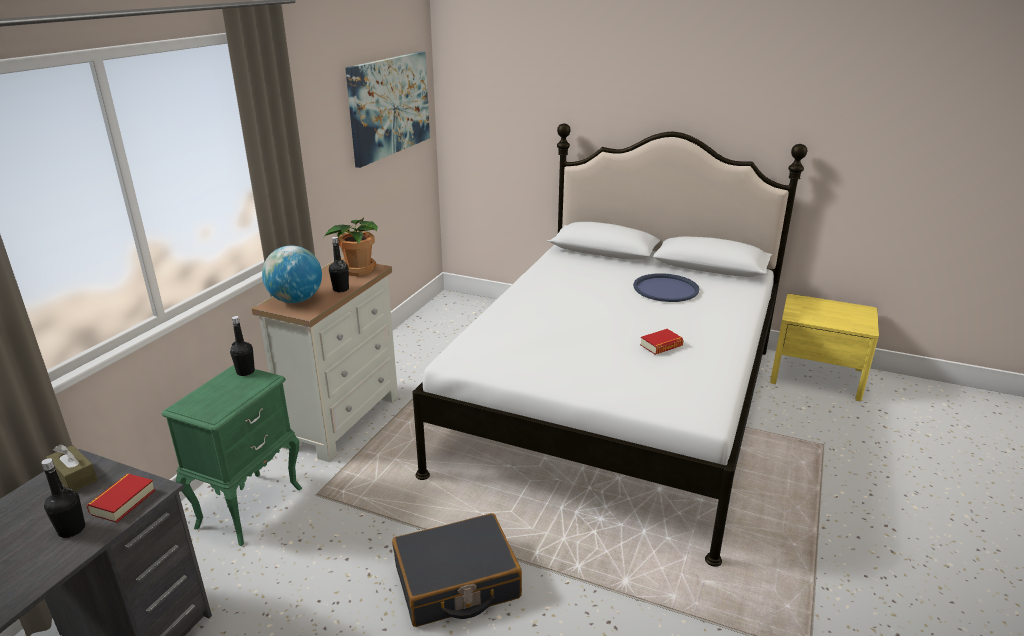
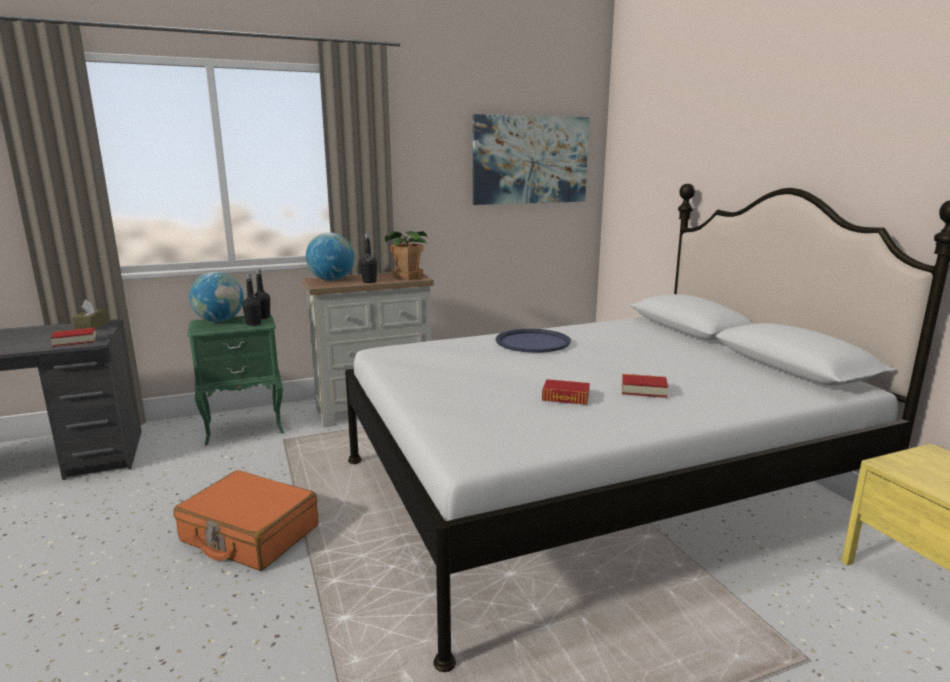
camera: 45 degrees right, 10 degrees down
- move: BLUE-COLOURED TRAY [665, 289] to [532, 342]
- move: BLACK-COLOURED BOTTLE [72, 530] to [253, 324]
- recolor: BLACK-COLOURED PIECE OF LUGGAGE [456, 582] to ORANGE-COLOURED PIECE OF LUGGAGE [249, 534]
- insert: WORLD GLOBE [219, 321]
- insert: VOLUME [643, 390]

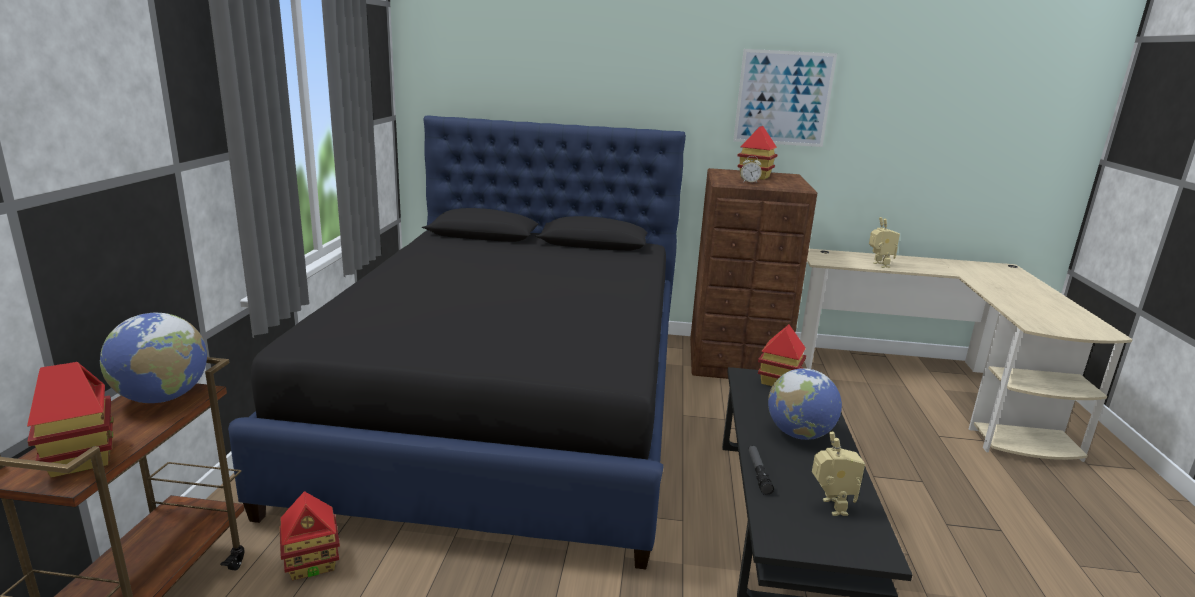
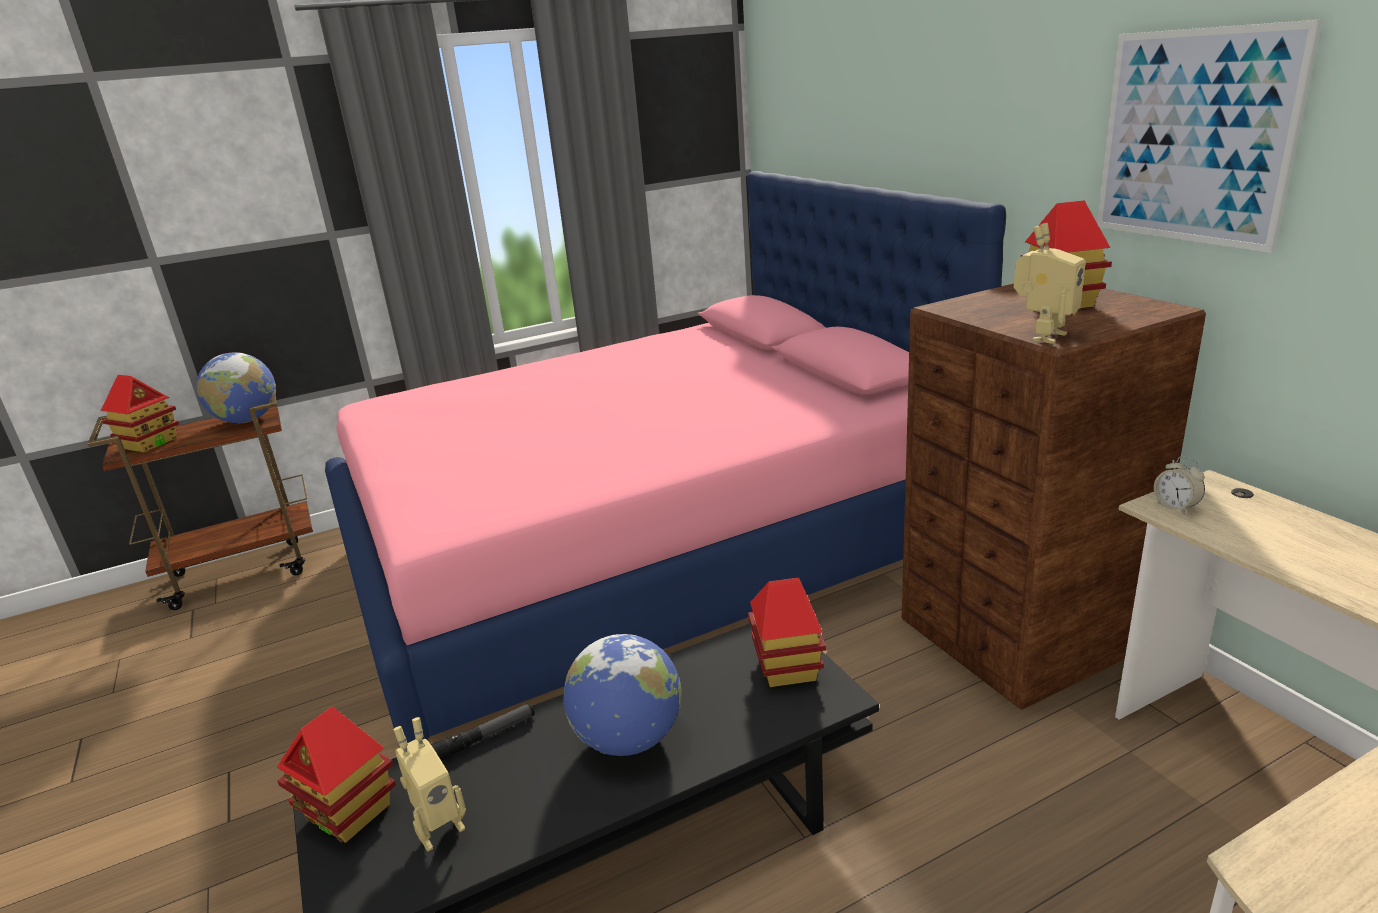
camera: 60 degrees right, 5 degrees up
- recolor: BLACK-COLOURED SLEEPING BED [510, 405] to PINKISH SLEEPING BED [648, 549]
- move: TABLE CLOCK [749, 182] to [1175, 507]
- move: TOY ROBOT [878, 265] to [1042, 336]
- move: TOY HOUSE [312, 564] to [349, 812]

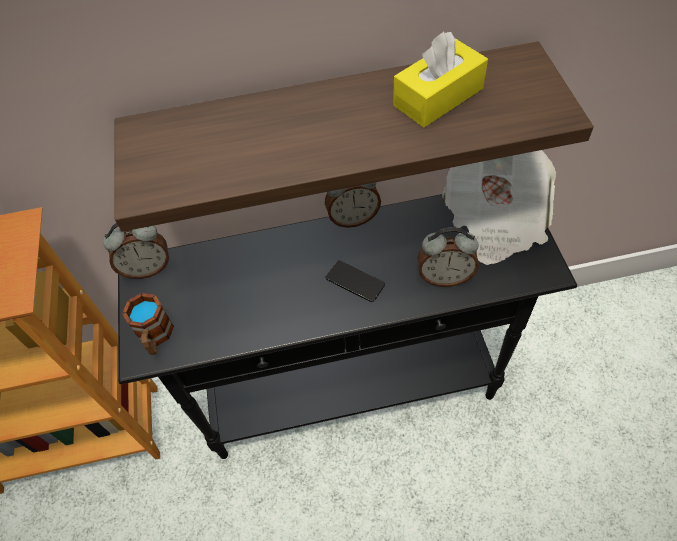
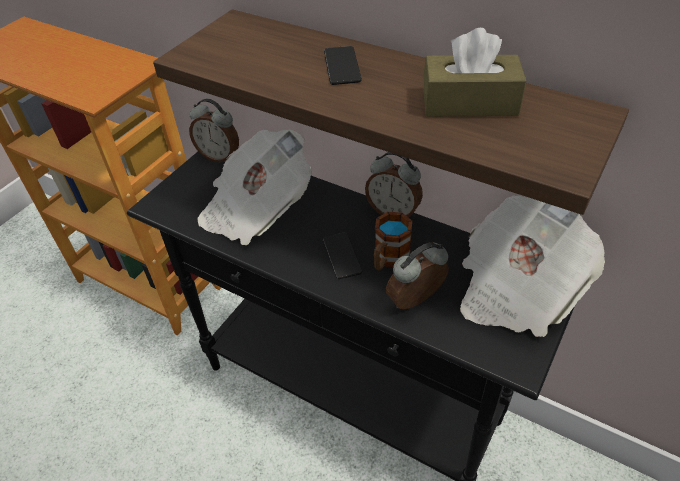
camera: 40 degrees right, 10 degrees down
- recolor: YELLOWISH TISSUE BOX [438, 97] to BROWN-COLOURED TISSUE BOX [469, 103]
- rotate: TABLE CLOCK [444, 277] = [416, 302] 105 degrees clockwise
- move: TEA MUG [155, 337] to [388, 259]
- insert: TELEPHONE [342, 66]
- insert: NEWSPAPER [256, 209]

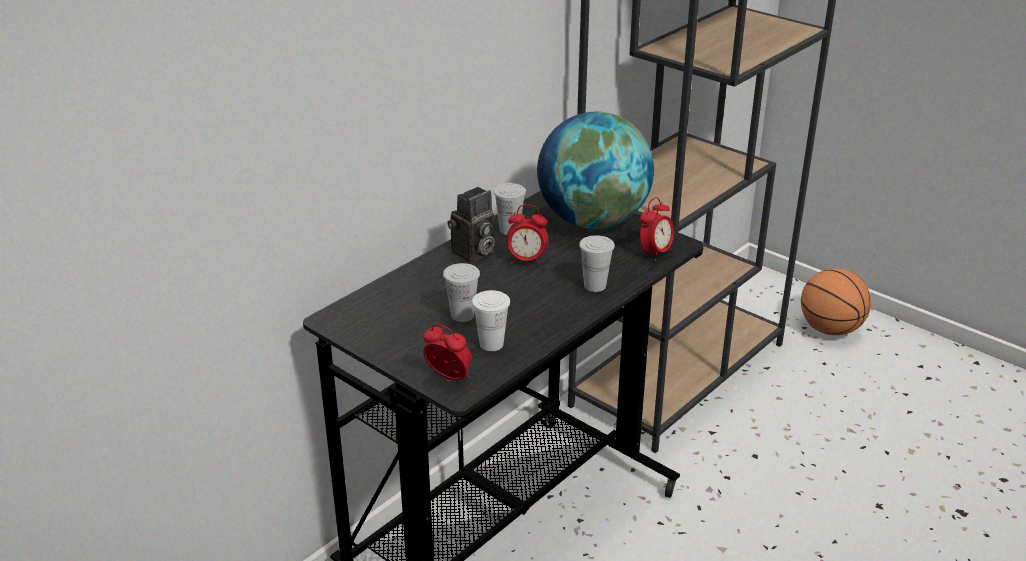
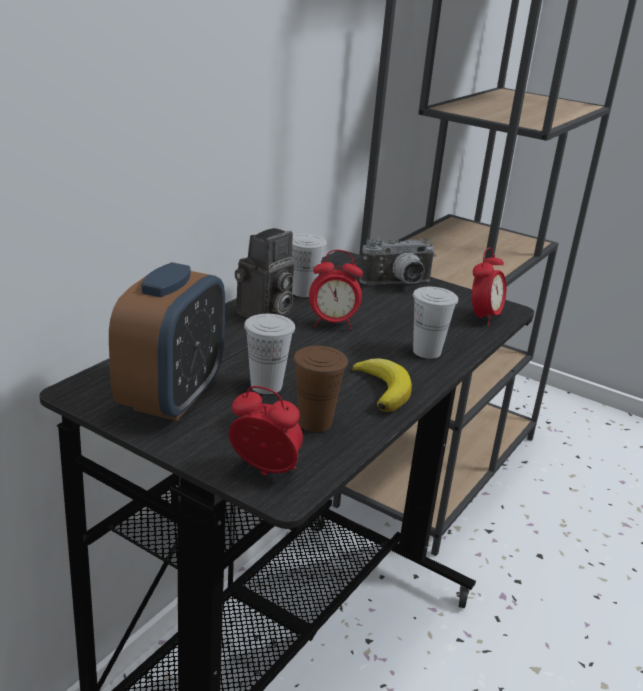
camera: 10 degrees left, 5 degrees down
- replace: WORLD GLOBE [593, 221] to STILL CAMERA [398, 285]
- delete: BASKETBALL [830, 329]
- recolor: WHITE-COLOURED CUP [491, 344] to BROWN-COLOURED CUP [315, 423]
- insert: TABLE CLOCK [171, 398]
- insert: BANANA [383, 389]

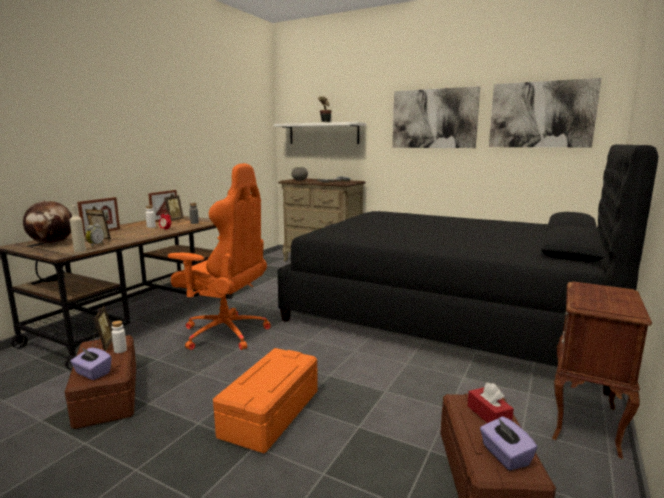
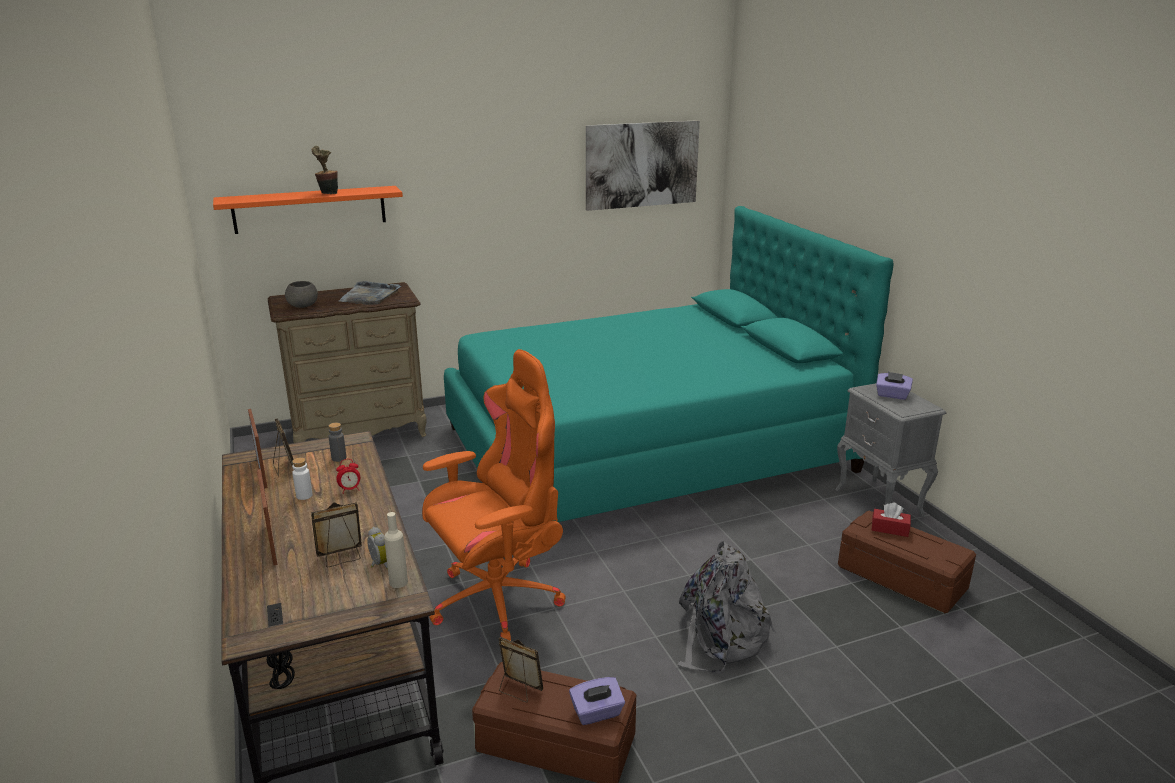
camera: 50 degrees left, 10 degrees up
- delete: WALL PICTURE [434, 118]
- recolor: WHITE-COLOURED SHELF [323, 133] to ORANGE-COLOURED SHELF [310, 209]
- recolor: BLACK-COLOURED SLEEPING BED [447, 313] to TURQUOISE SLEEPING BED [646, 448]
- delete: WORLD GLOBE [52, 243]
- recolor: BROWN-COLOURED BEDSIDE TABLE [585, 423] to GRAY BEDSIDE TABLE [879, 503]
- delete: WHITE-COLOURED BOTTLE [120, 350]
- replace: ORANGE-COLOURED STORAGE BIN [270, 413] to GRAY RUCKSACK [720, 638]
- move: PURPLE TISSUE BOX [505, 455] to [892, 395]

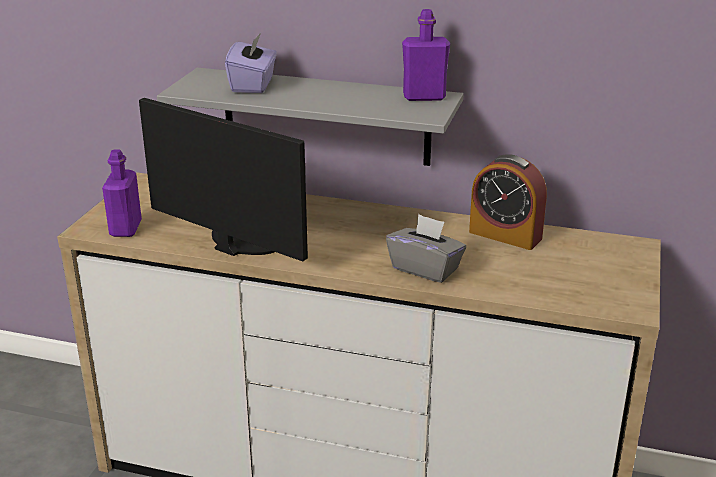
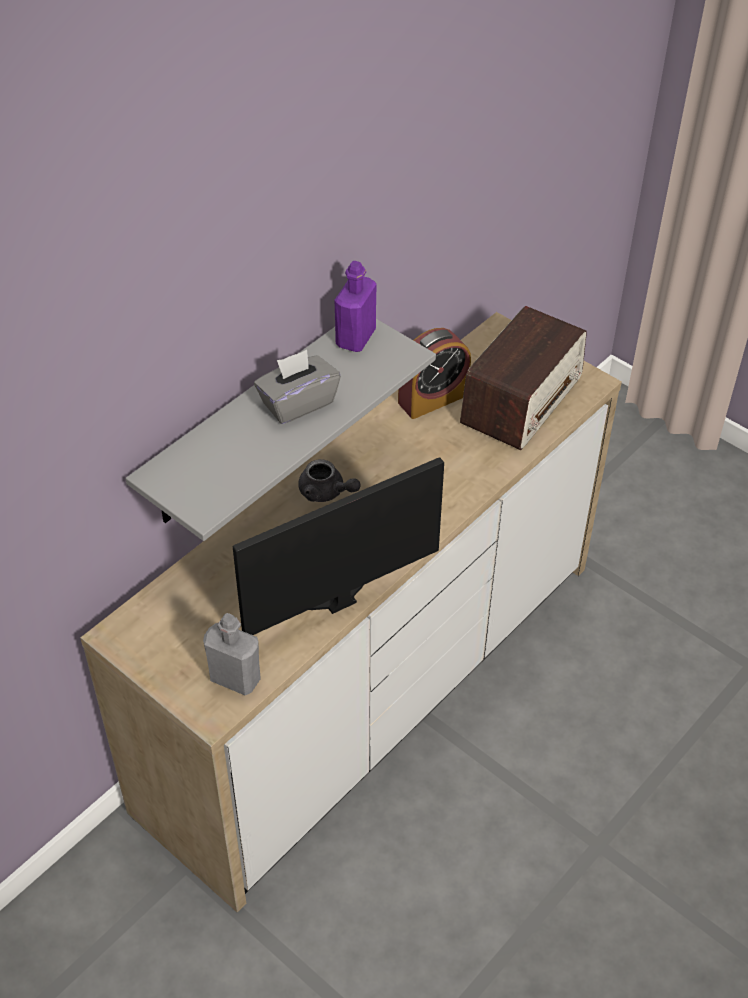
camera: 65 degrees left, 20 degrees up
- delete: PURPLE TISSUE BOX [253, 85]
- recolor: PURPLE BOTTLE [126, 229] to GRAY BOTTLE [235, 678]
- move: GRAY TISSUE BOX [425, 269] to [297, 403]
- insert: RADIO [522, 399]
- insert: GRAY POT FOR TEA [326, 492]

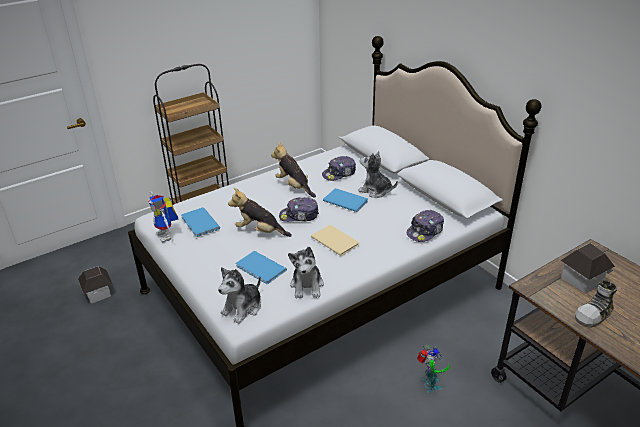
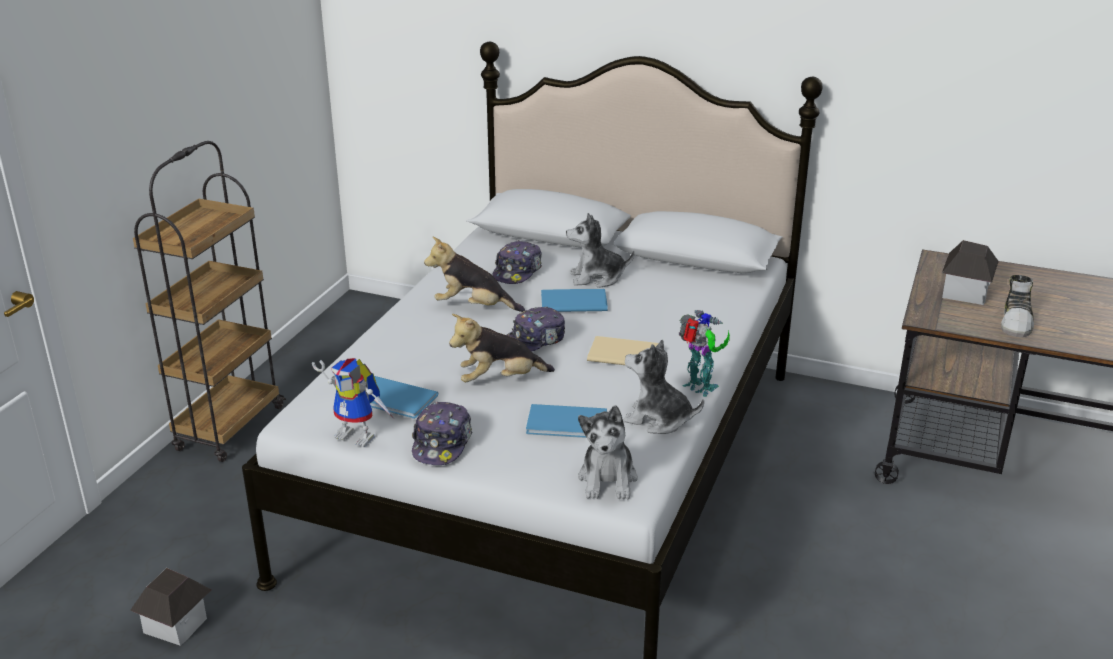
camera: 35 degrees left, 5 degrees down
- move: PEAKED CAP [425, 231] to [442, 443]
- rotate: PLUSH TOY [307, 285] = [658, 419] 150 degrees clockwise
- move: TOY ROBOT [429, 385] to [700, 388]

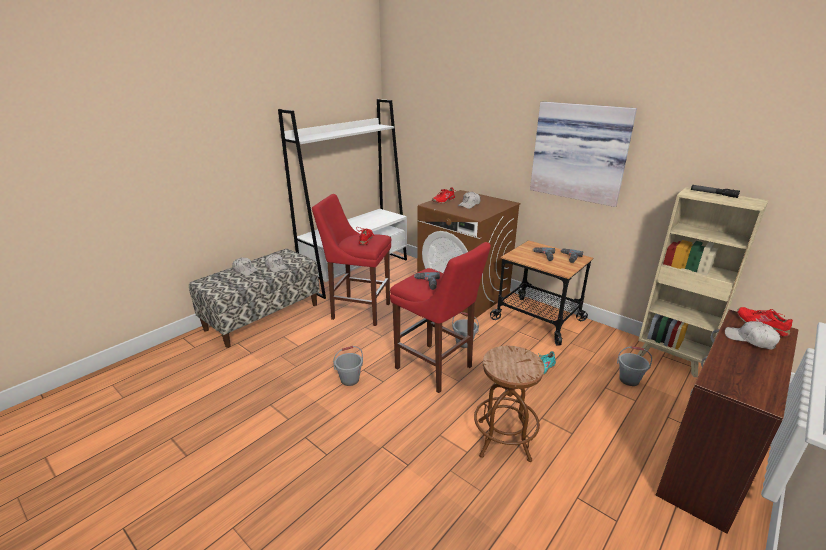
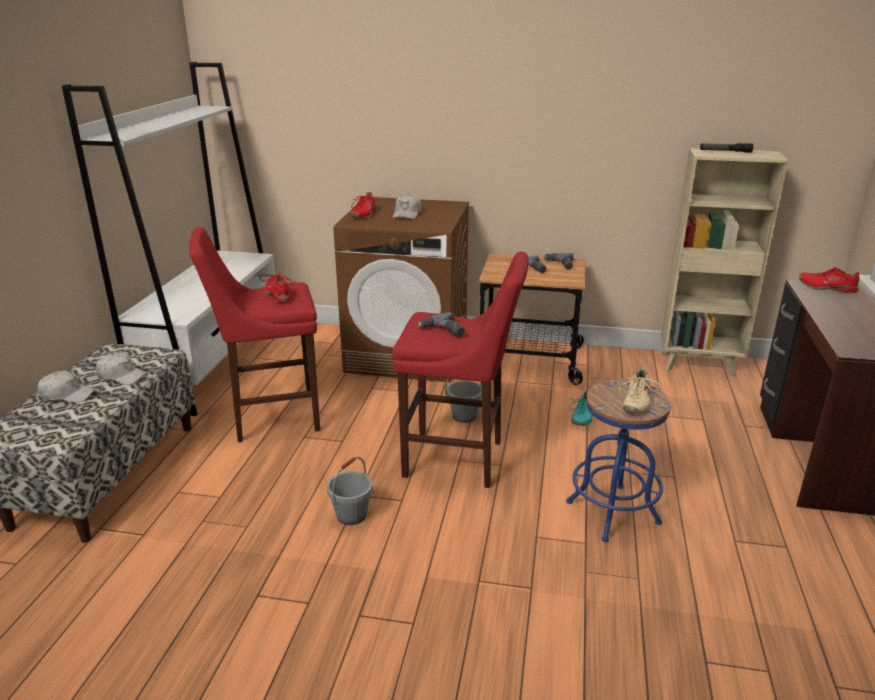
camera: 30 degrees left, 0 degrees up
- delete: WALL PICTURE [580, 152]
- delete: WHITE-COLOURED PEAKED CAP [750, 340]
- recolor: BROWN-COLOURED SITTING STOOL [503, 440] to BLUE-COLOURED SITTING STOOL [612, 512]
- delete: GRAY BUCKET [629, 380]
- insert: BEIGE-COLOURED ITEM OF FOOTWEAR [636, 402]

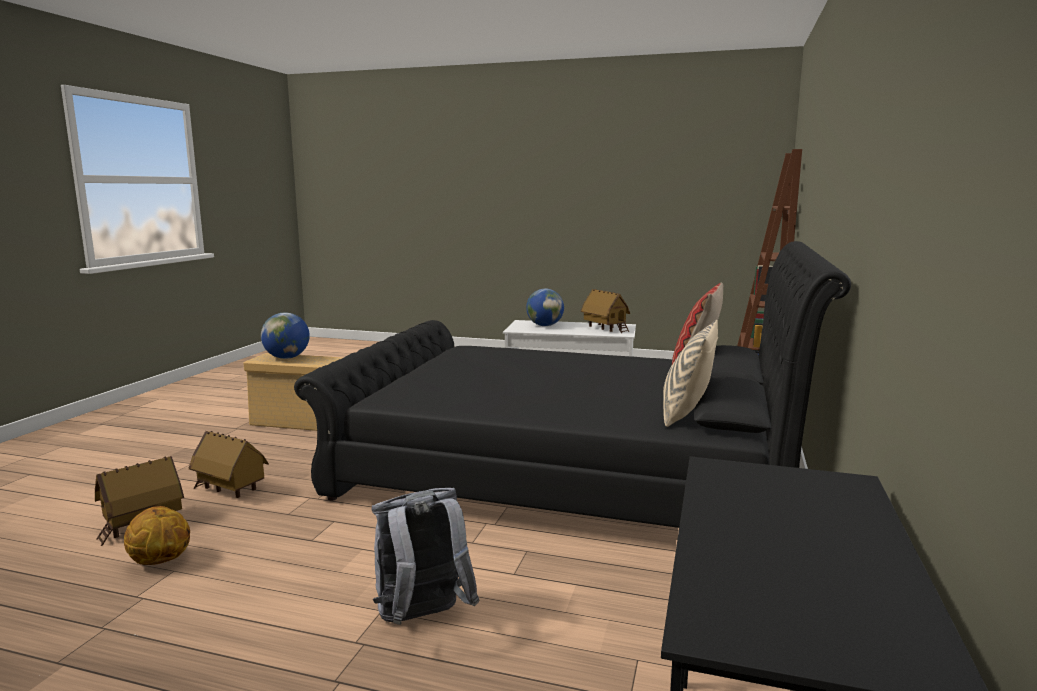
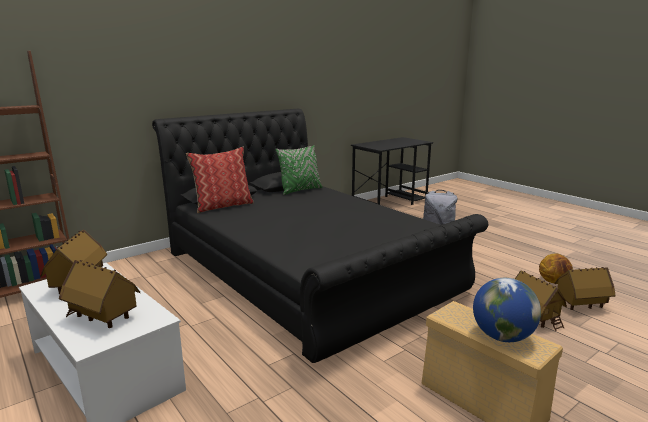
camera: 145 degrees left, 5 degrees up
- replace: WORLD GLOBE [545, 325] to TOY HOUSE [102, 318]
- recolor: BEIGE-COLOURED PILLOW [686, 415] to GREENISH PILLOW [300, 190]

